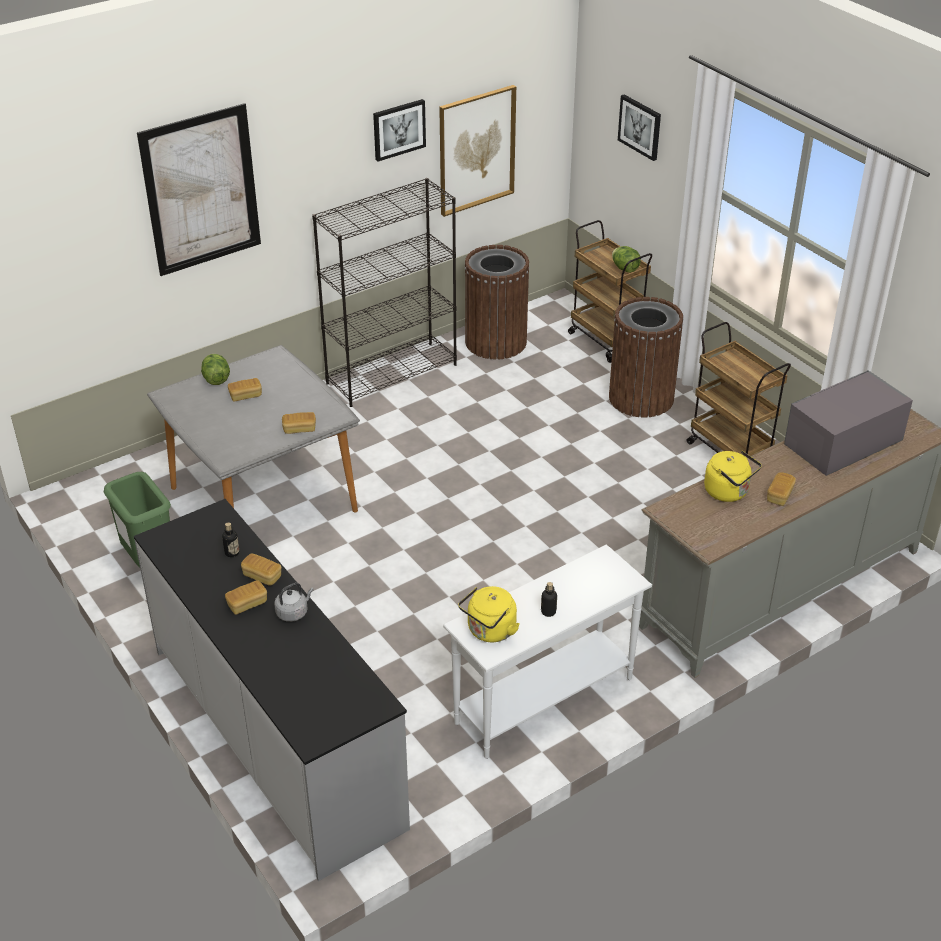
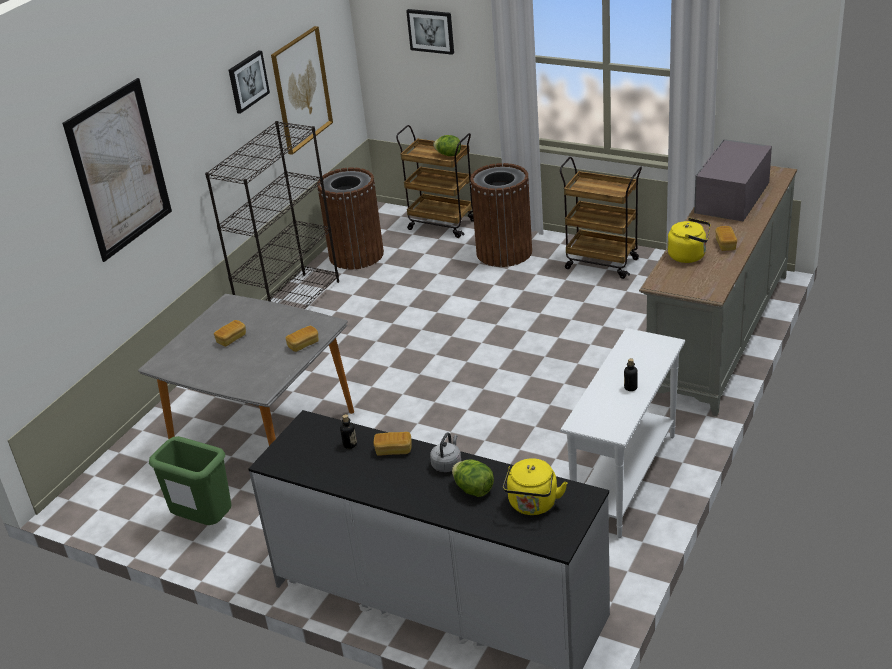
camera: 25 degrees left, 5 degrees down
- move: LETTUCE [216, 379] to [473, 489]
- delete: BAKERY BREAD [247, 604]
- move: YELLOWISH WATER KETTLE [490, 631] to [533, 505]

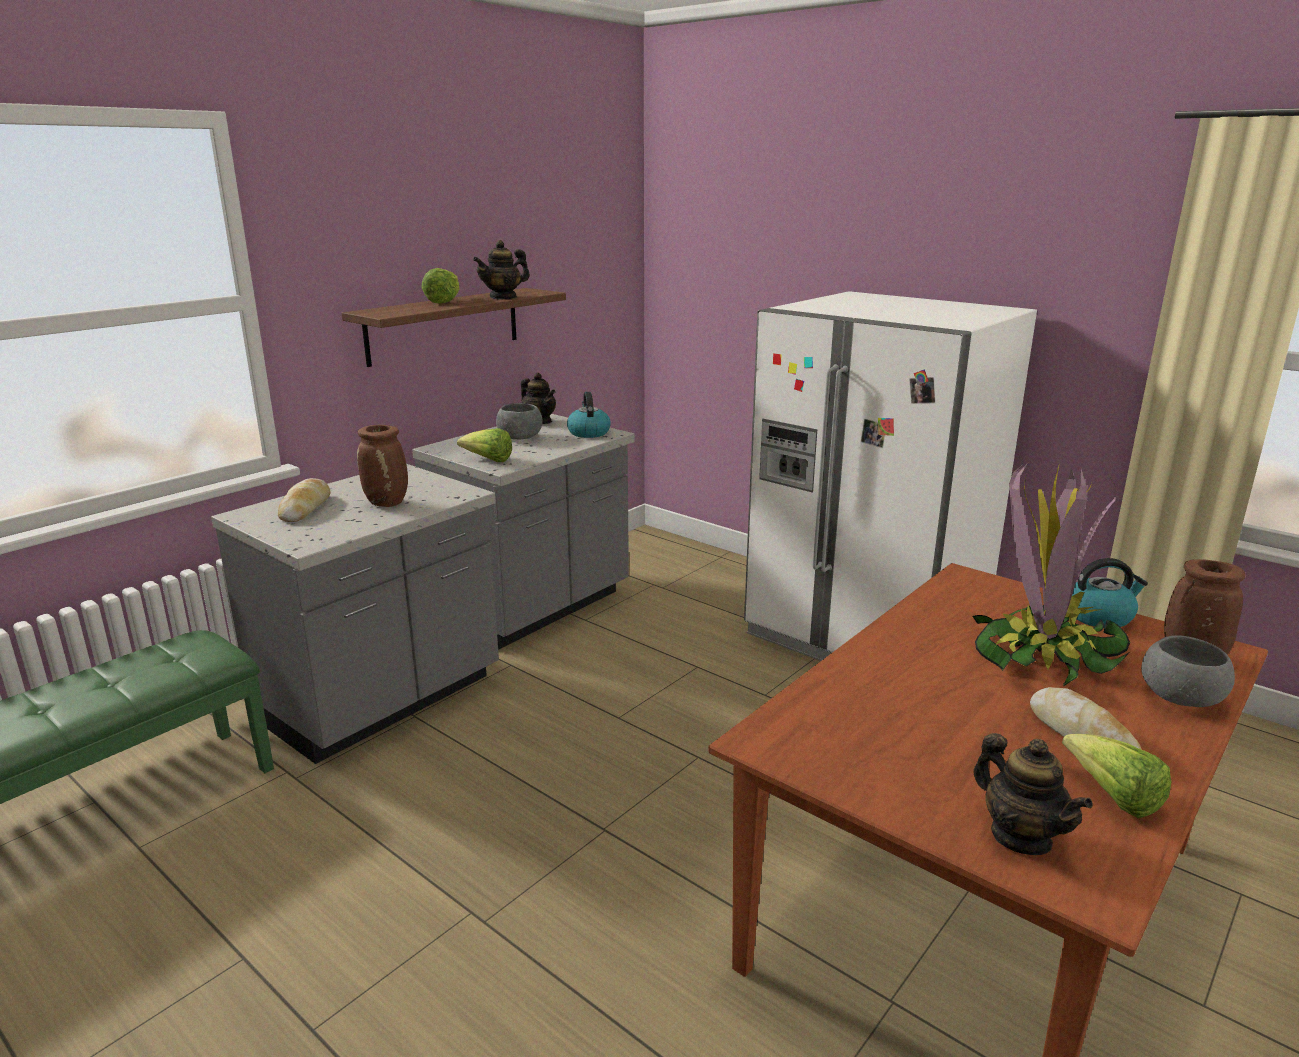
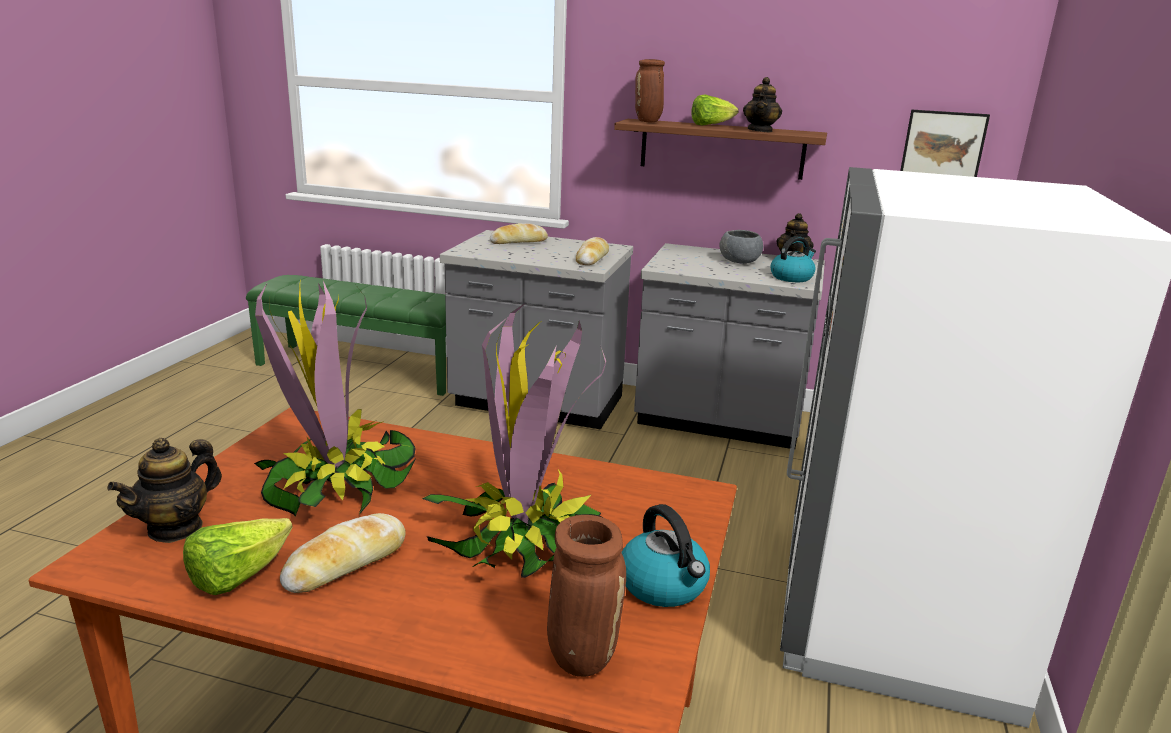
camera: 65 degrees right, 0 degrees up
- rotate: POT FOR TEA [503, 297] = [760, 131] 105 degrees counterclockwise
- move: BROWN-COLOURED DECORATIVE VASE [388, 503] to [648, 121]
- delete: LETTUCE [489, 460]
- delete: GRAY SERVING BOWL [1181, 698]
- insert: WALL PICTURE [942, 149]
- insert: BAKERY BREAD [592, 258]
- insert: POTTED PLANT [336, 483]

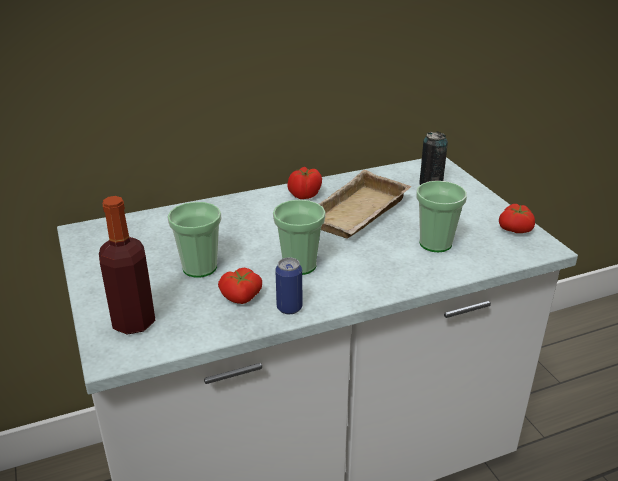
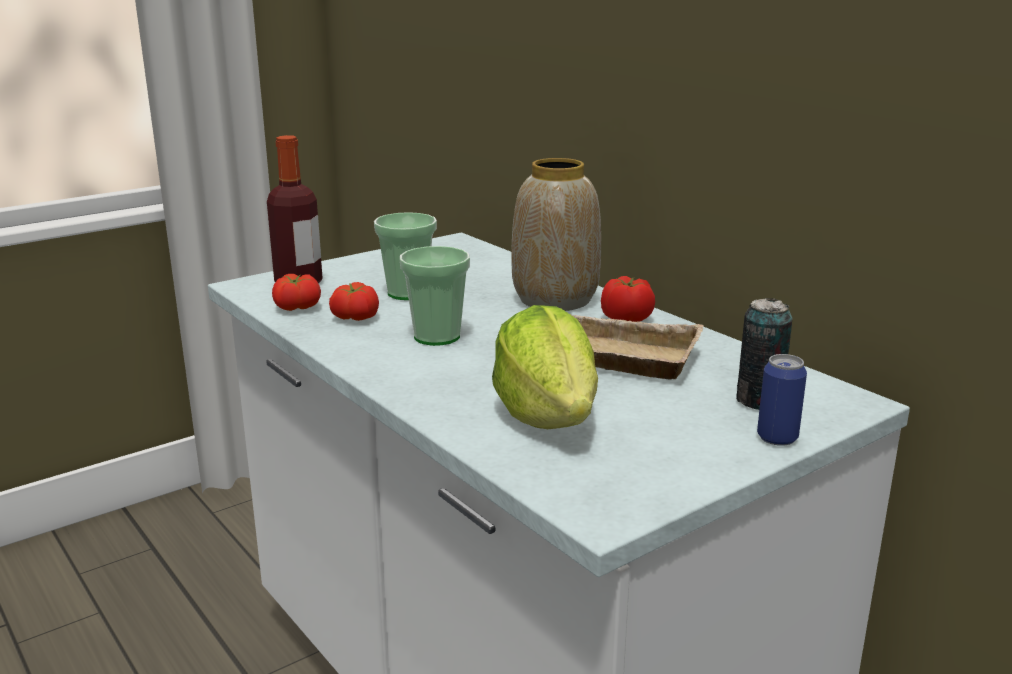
camera: 75 degrees right, 10 degrees down
- replace: CUP [435, 243] to LETTUCE [548, 415]
- move: WHOLE TOMATO [516, 230] to [296, 308]
- move: CAN [289, 308] to [777, 438]
- insert: DECORATIVE VASE [555, 300]

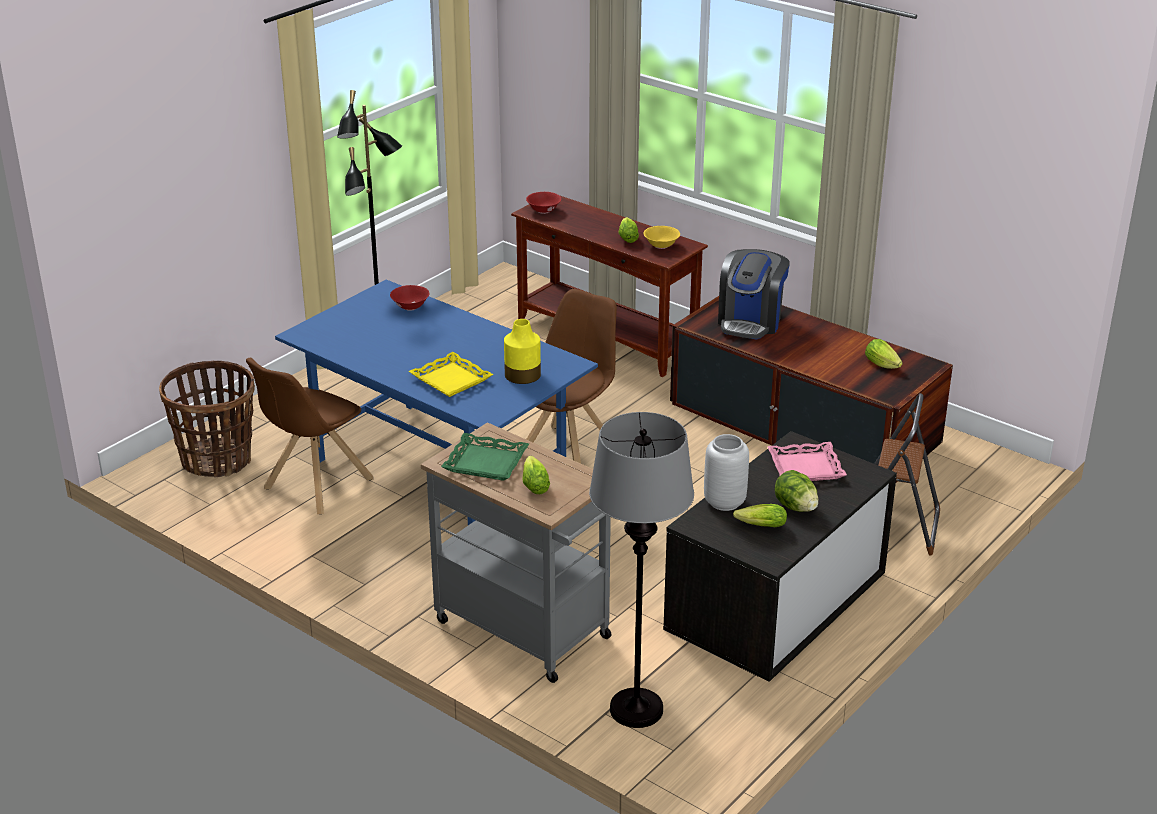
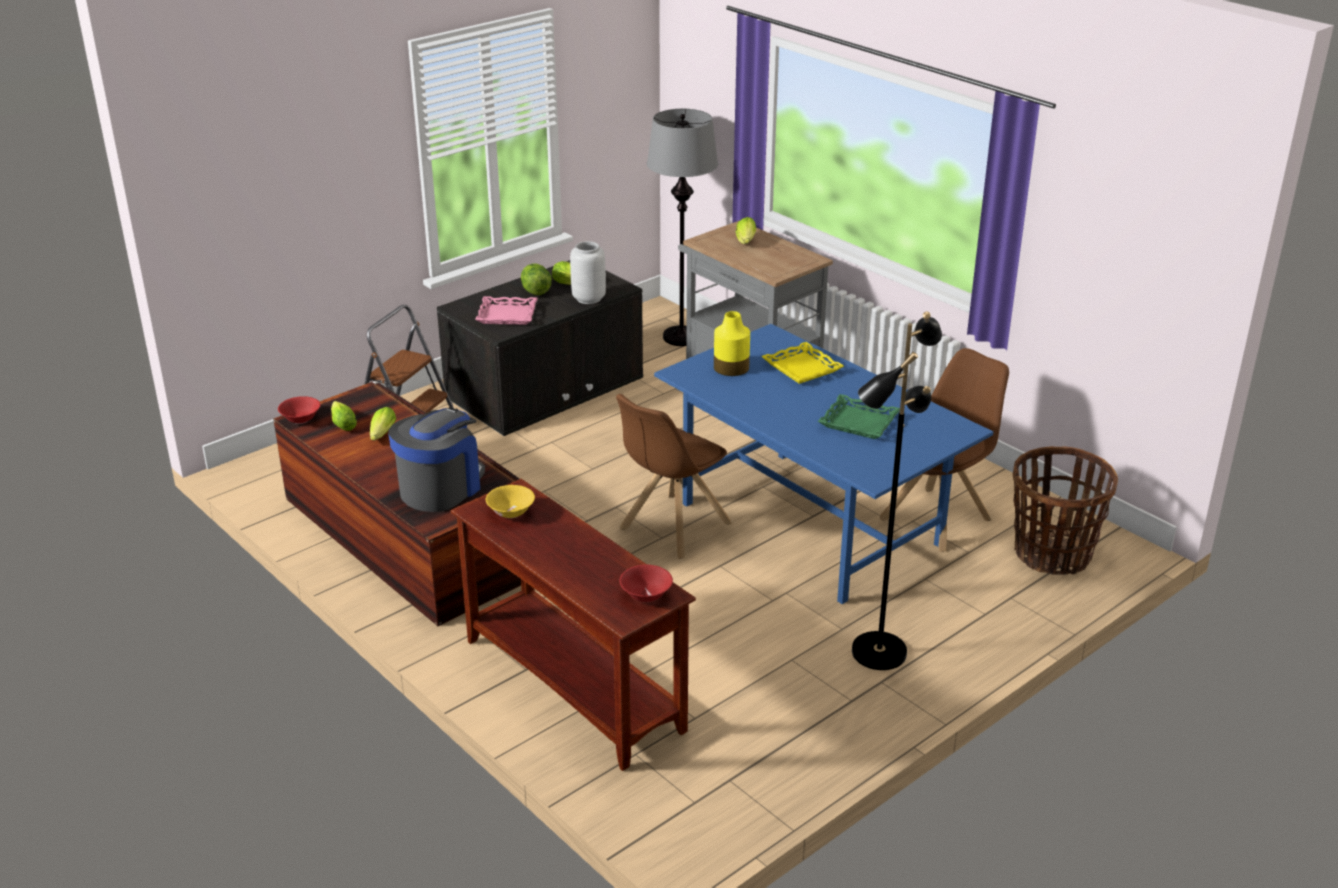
camera: 170 degrees left, 0 degrees up
- move: LETTUCE [628, 237] to [381, 435]
- move: RED-COLOURED SERVING BOWL [410, 307] to [300, 419]
- move: GREENISH TRAY [485, 463] to [859, 422]

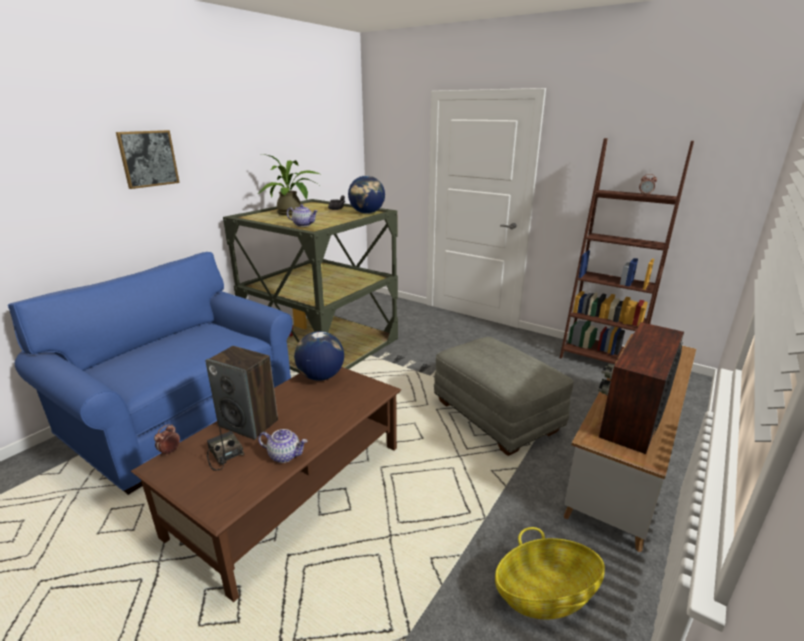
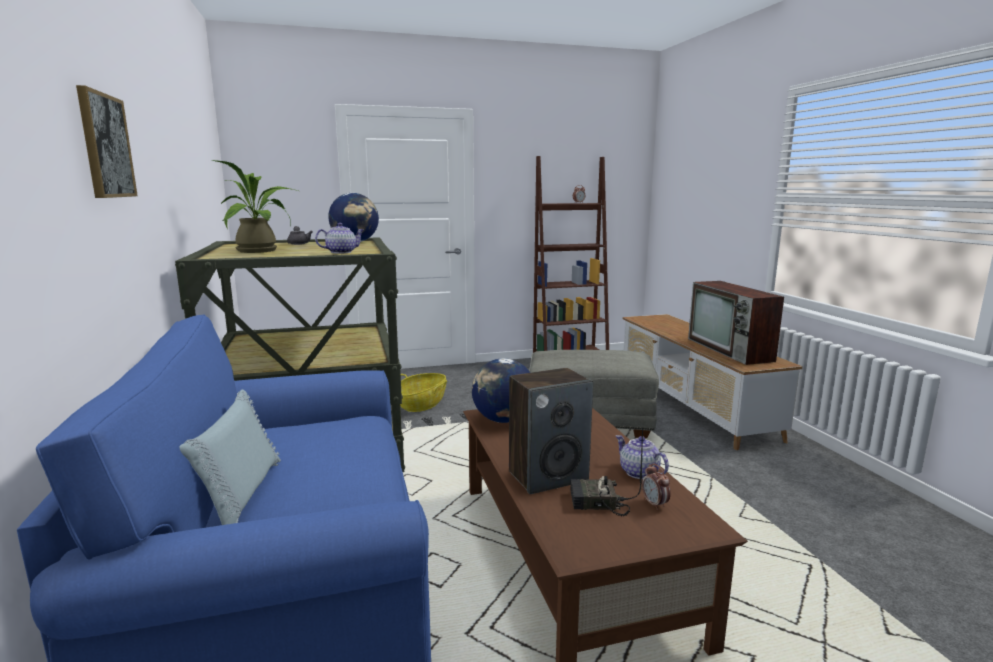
camera: 50 degrees left, 10 degrees down
- move: TABLE CLOCK [170, 451] to [655, 504]
- rotate: POT FOR TEA [285, 455] = [638, 472] 90 degrees counterclockwise
- move: BASKET [545, 593] to [421, 404]
- insert: BLUE-COLOURED PILLOW [241, 494]

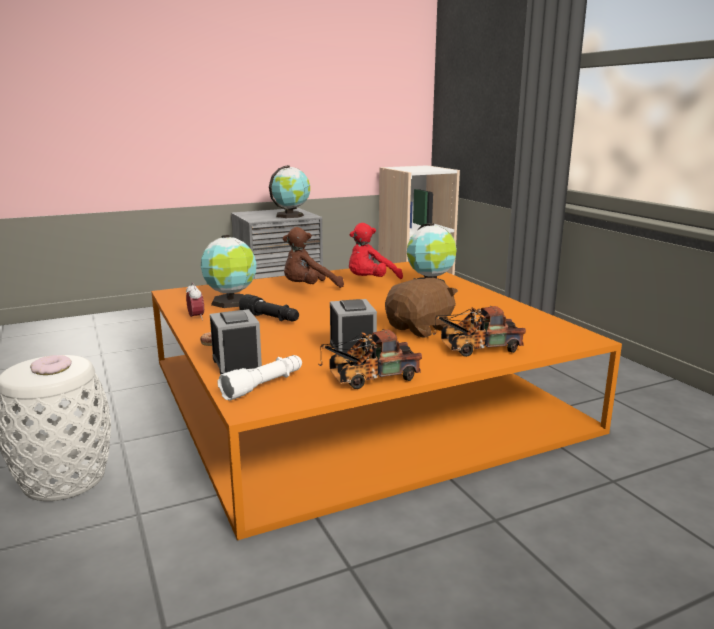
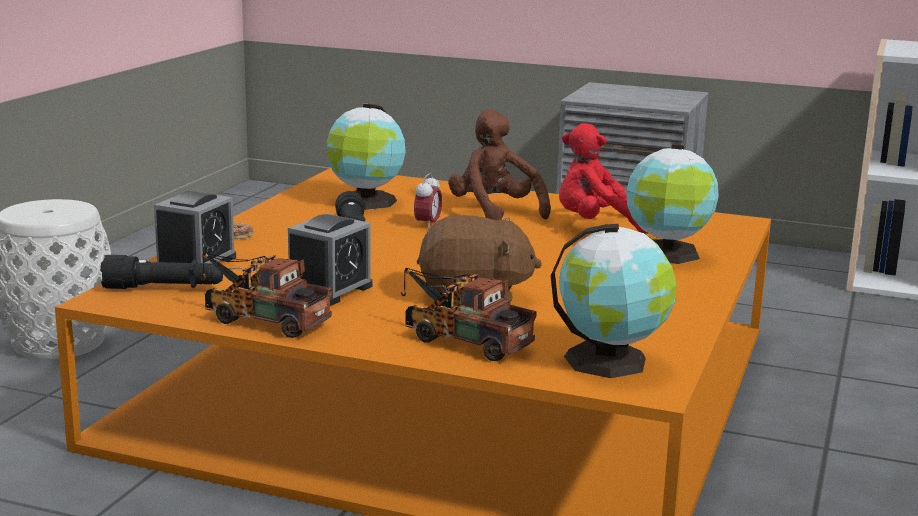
camera: 45 degrees right, 0 degrees up
- move: WORLD GLOBE [291, 215] to [611, 361]
- rotate: BROWN-COLOURED PLUSH TOY [309, 289] = [494, 212] 45 degrees clockwise
- move: TABLE CLOCK [196, 318] to [427, 225]
- delete: RING DOUGHNUT [51, 369]
- recolor: WHITE-COLOURED TORCH [264, 386] to BLACK-COLOURED TORCH [164, 288]

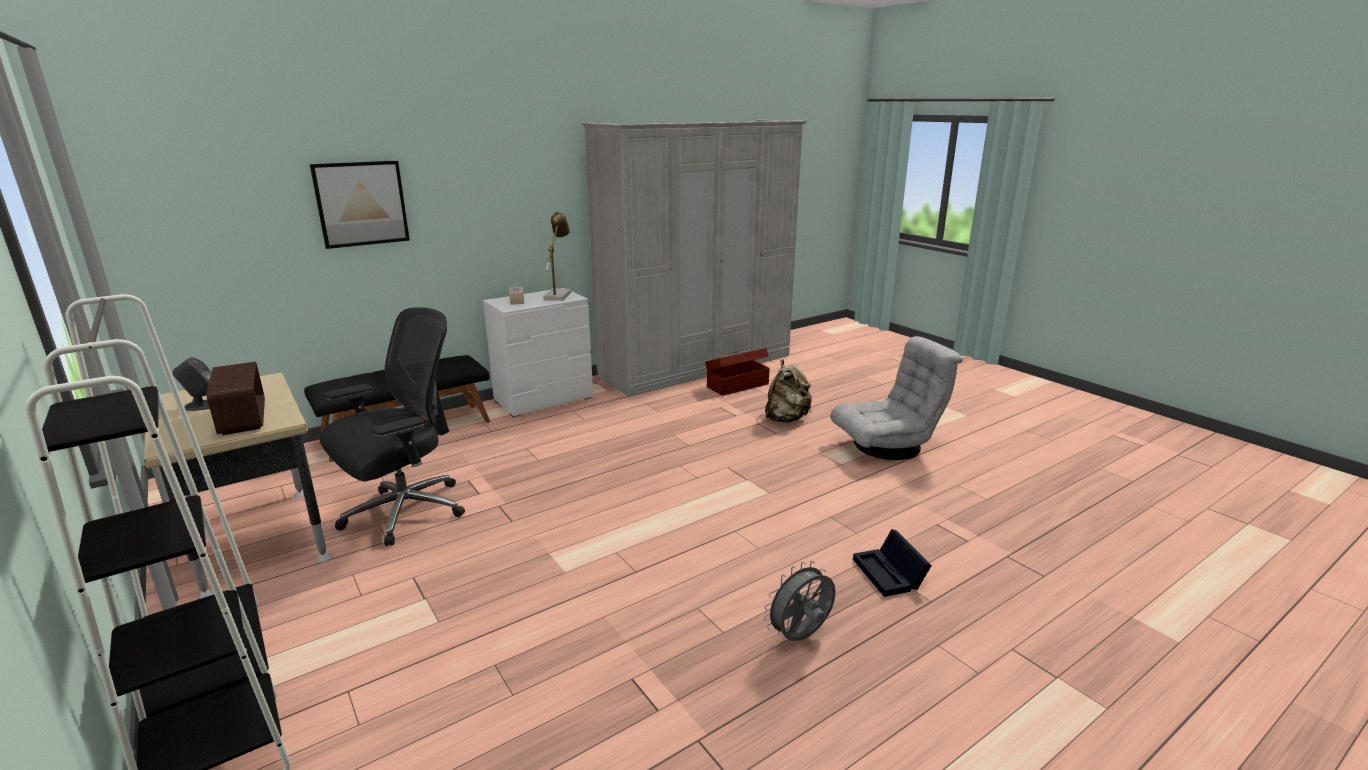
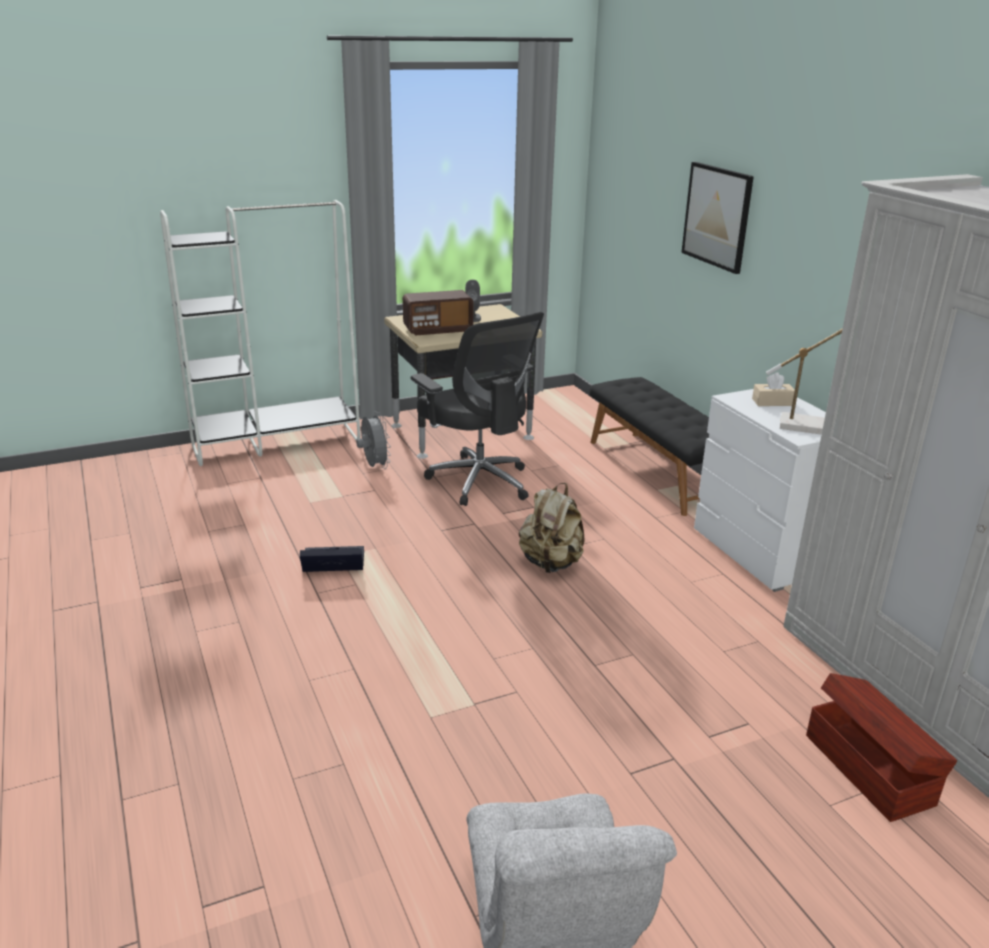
camera: 100 degrees right, 5 degrees up
- move: BEIGE-COLOURED RUCKSACK [786, 419] to [551, 563]
- move: BLACK-COLOURED STORAGE BIN [890, 574] to [331, 565]
- move: GRAY COOLING FAN [800, 637] to [374, 466]

